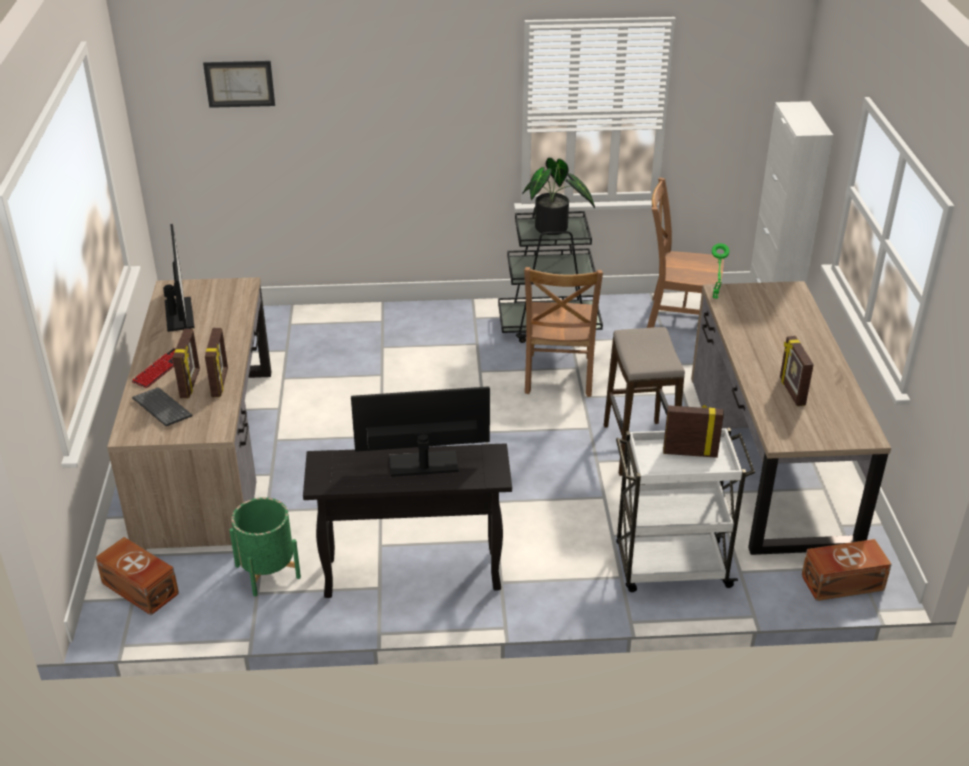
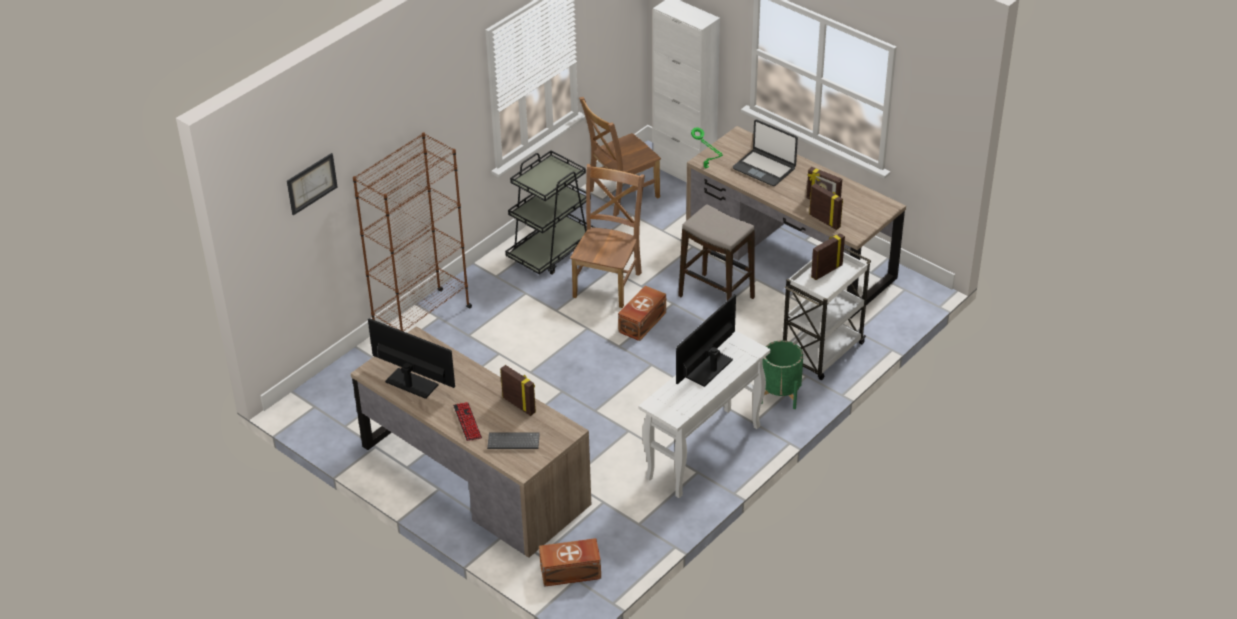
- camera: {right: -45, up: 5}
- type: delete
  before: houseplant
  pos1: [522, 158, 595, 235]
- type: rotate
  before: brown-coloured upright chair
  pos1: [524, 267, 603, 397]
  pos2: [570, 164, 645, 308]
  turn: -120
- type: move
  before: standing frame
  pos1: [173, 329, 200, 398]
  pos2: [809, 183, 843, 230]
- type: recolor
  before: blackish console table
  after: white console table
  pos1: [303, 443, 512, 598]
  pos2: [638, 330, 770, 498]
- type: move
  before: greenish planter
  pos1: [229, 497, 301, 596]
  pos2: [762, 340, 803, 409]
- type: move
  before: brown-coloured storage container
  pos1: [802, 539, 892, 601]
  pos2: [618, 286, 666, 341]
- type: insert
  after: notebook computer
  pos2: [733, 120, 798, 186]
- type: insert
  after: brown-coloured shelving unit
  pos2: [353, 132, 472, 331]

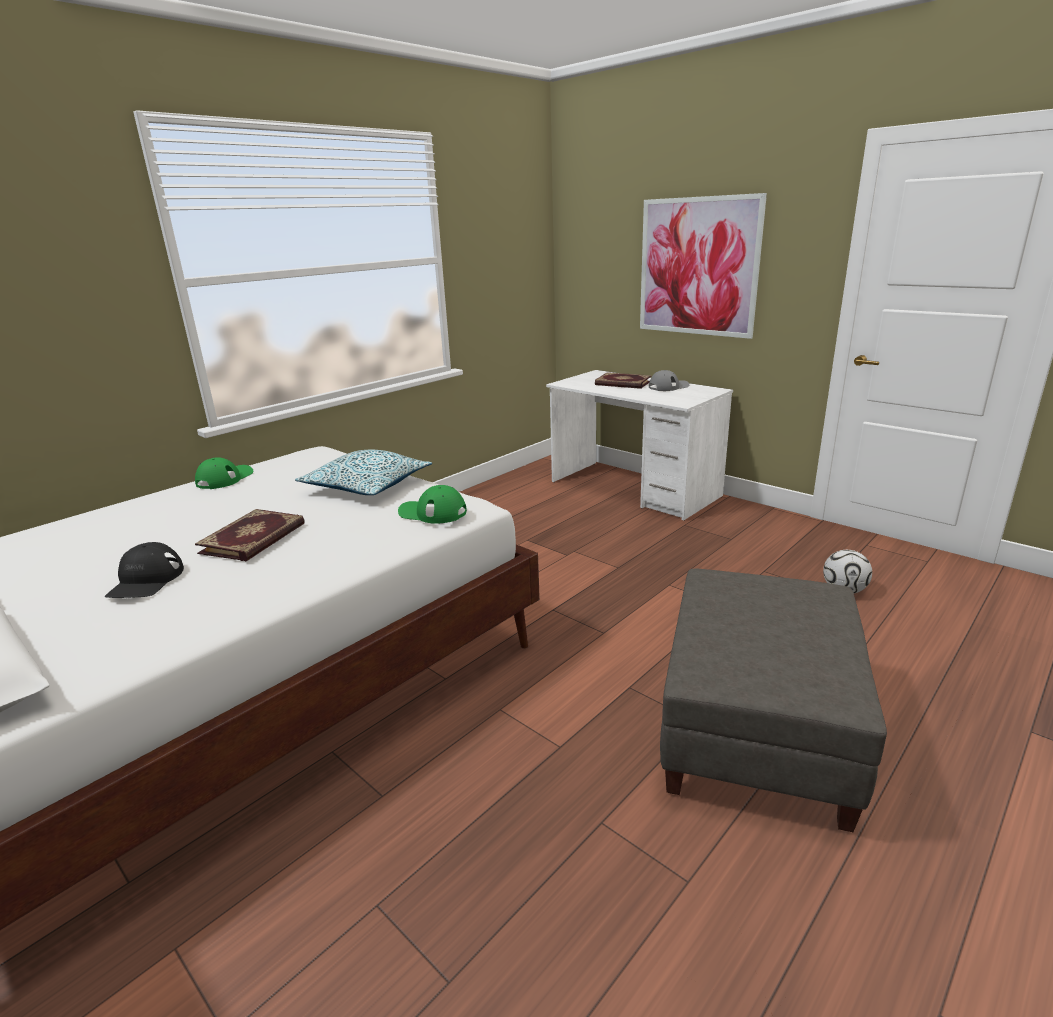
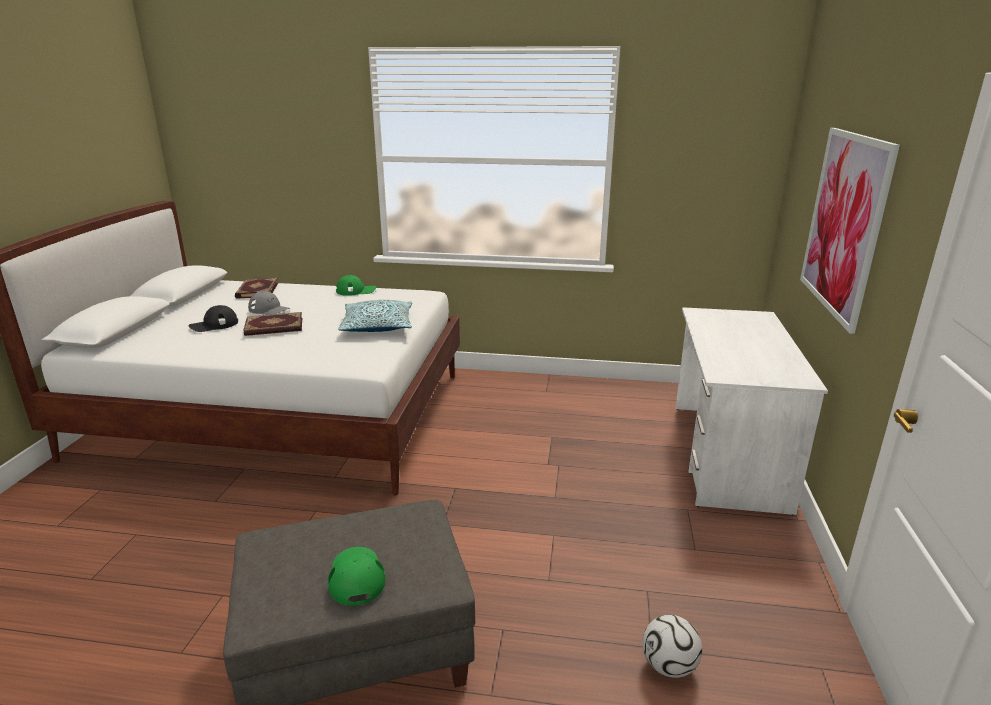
- camera: {right: 55, up: 0}
- type: move
  before: gray peaked cap
  pos1: [649, 370, 689, 391]
  pos2: [248, 291, 290, 315]
- type: move
  before: bound book
  pos1: [595, 372, 651, 389]
  pos2: [235, 278, 278, 299]
- type: move
  before: greenish peaked cap
  pos1: [398, 485, 467, 524]
  pos2: [328, 547, 386, 606]

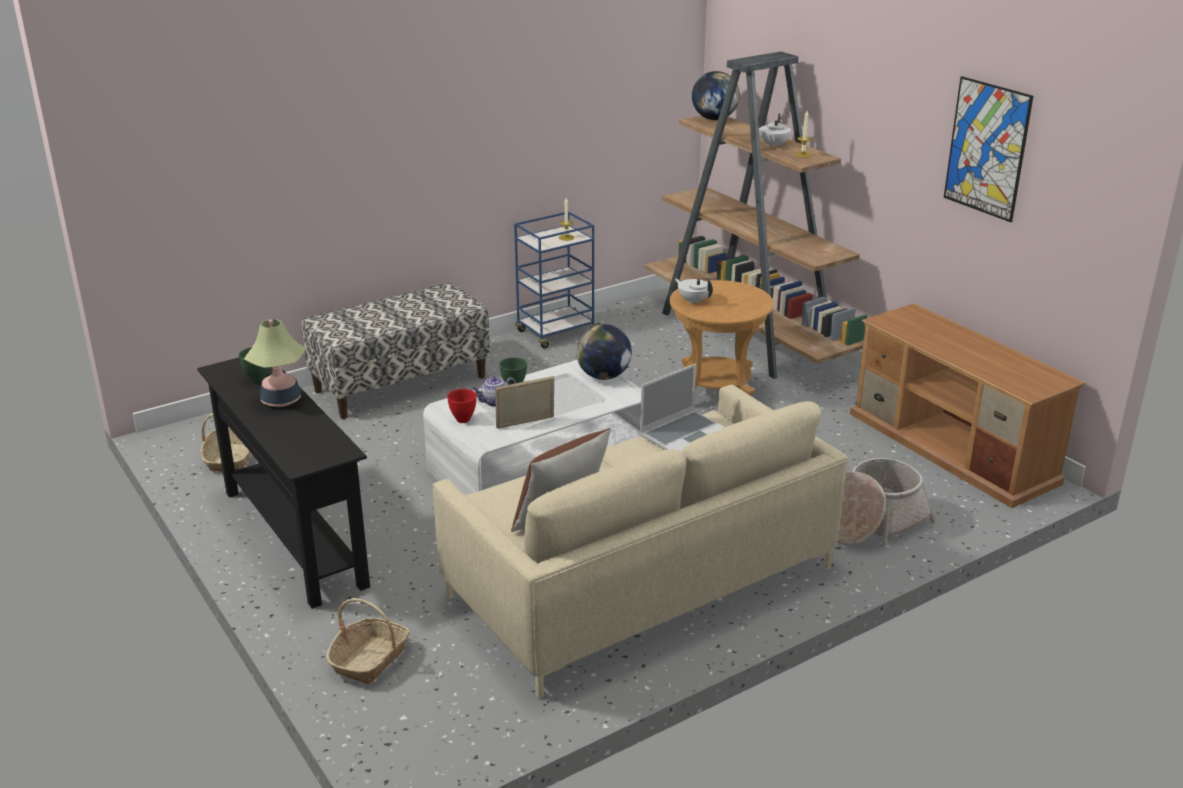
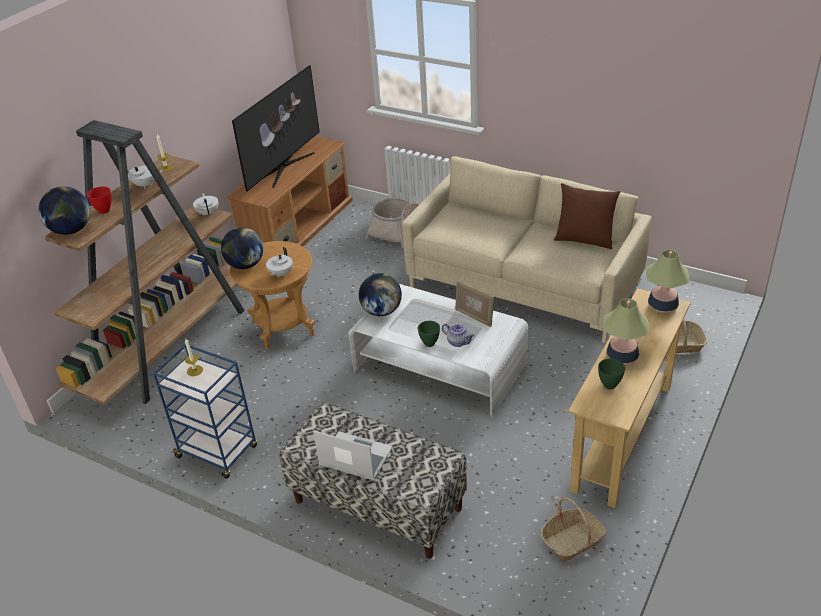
- camera: {right: -115, up: 10}
- type: delete
  before: wall picture
  pos1: [944, 76, 1033, 222]
- type: recolor
  before: blackish console table
  after: beige console table
  pos1: [197, 358, 370, 609]
  pos2: [568, 288, 691, 508]
- type: move
  before: notebook computer
  pos1: [640, 364, 725, 452]
  pos2: [313, 430, 393, 481]
- type: move
  before: reddish serving bowl
  pos1: [447, 389, 477, 423]
  pos2: [87, 187, 112, 214]
- type: insert
  after: TV
  pos2: [232, 65, 320, 191]
- type: insert
  after: white pot for tea
  pos2: [193, 193, 219, 215]
- type: insert
  after: globe
  pos2: [221, 227, 263, 269]
- type: insert
  after: table lamp
  pos2: [646, 250, 689, 313]

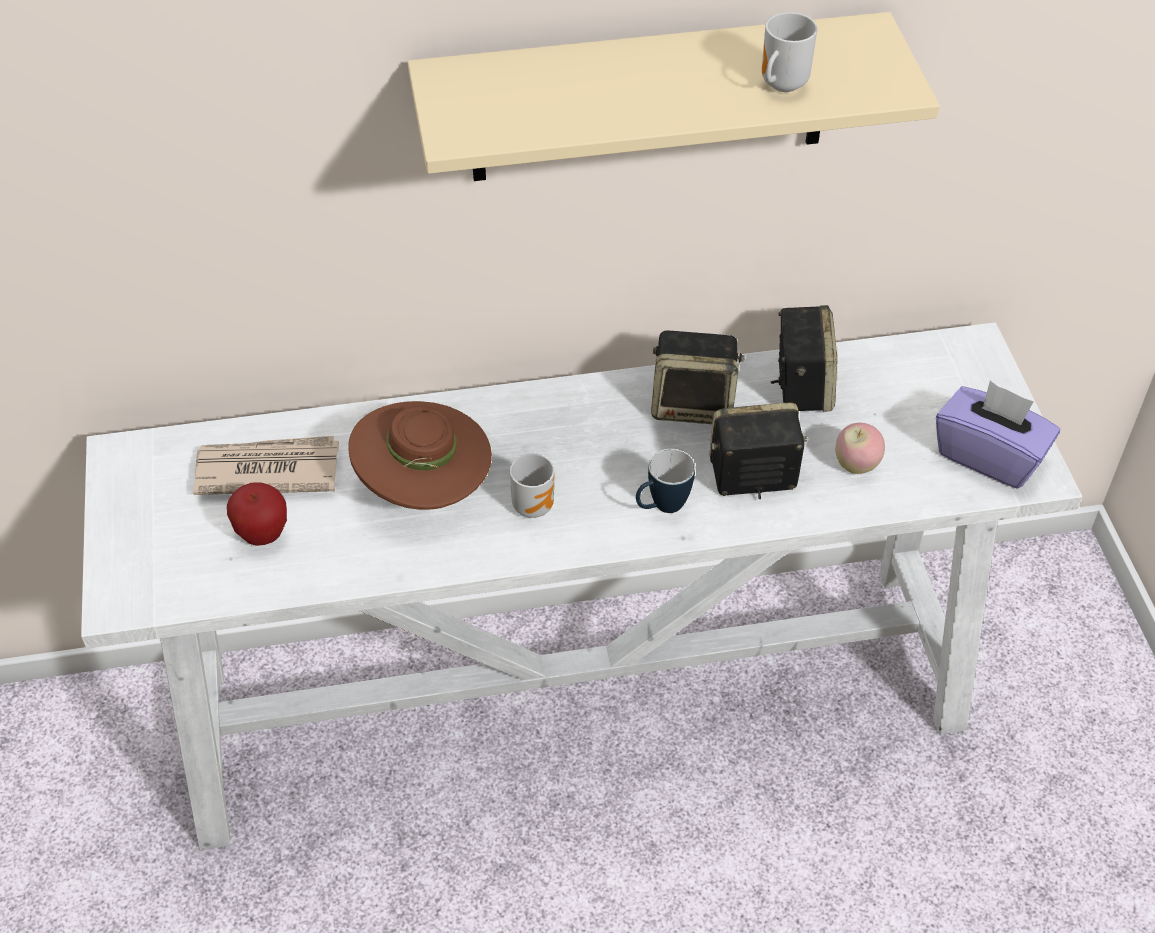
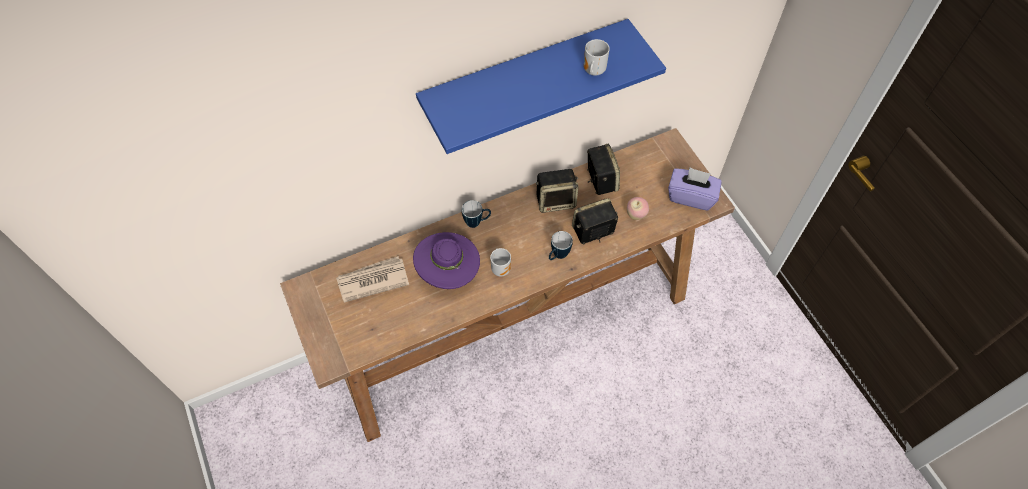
- camera: {right: -15, up: 10}
- type: recolor
  before: beige bracket shelf
  after: bluish bracket shelf
  pos1: [408, 12, 940, 181]
  pos2: [416, 19, 666, 154]
- type: recolor
  before: white console table
  after: brown-coloured console table
  pos1: [81, 322, 1082, 850]
  pos2: [280, 128, 735, 442]
- type: recolor
  before: brown-coloured hat
  after: purplish hat
  pos1: [348, 401, 492, 510]
  pos2: [413, 232, 480, 289]
- type: delete
  before: apple fruit
  pos1: [227, 482, 287, 546]
- type: insert
  after: coffee mug
  pos2: [462, 200, 491, 228]

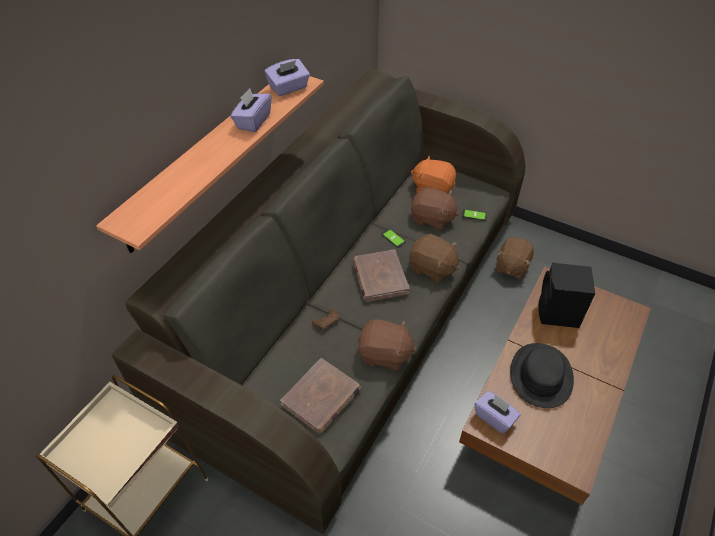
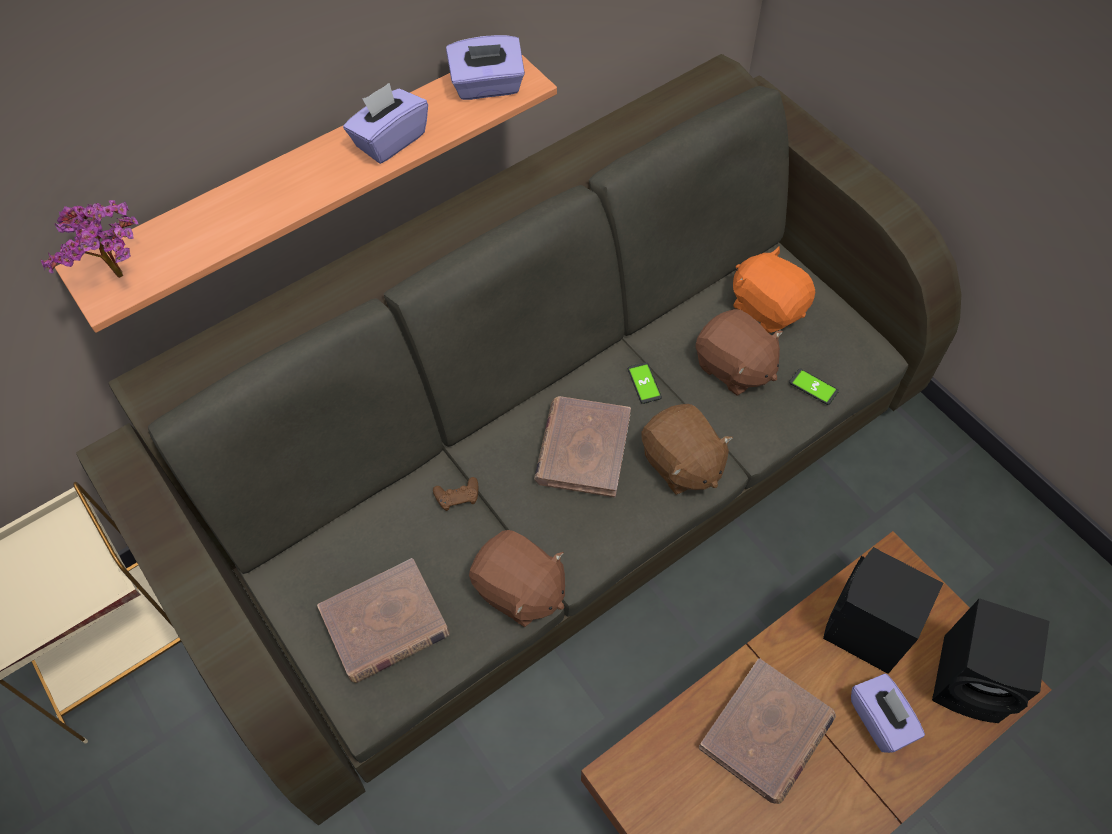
- camera: {right: 25, up: 10}
- type: delete
  before: brown-coloured cuddly toy
  pos1: [496, 237, 534, 279]
- type: replace
  before: blackish hat
  after: brown-coloured bound book
  pos1: [510, 343, 574, 408]
  pos2: [699, 658, 836, 804]
- type: move
  before: purplish box of tissues
  pos1: [475, 391, 521, 434]
  pos2: [851, 674, 925, 753]
- type: insert
  after: houseplant
  pos2: [41, 200, 139, 278]
- type: insert
  after: blackish speaker
  pos2: [932, 598, 1050, 723]

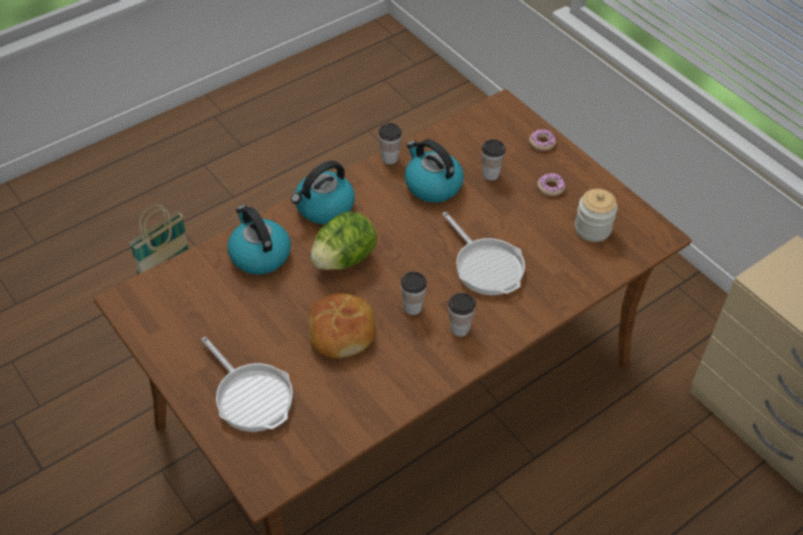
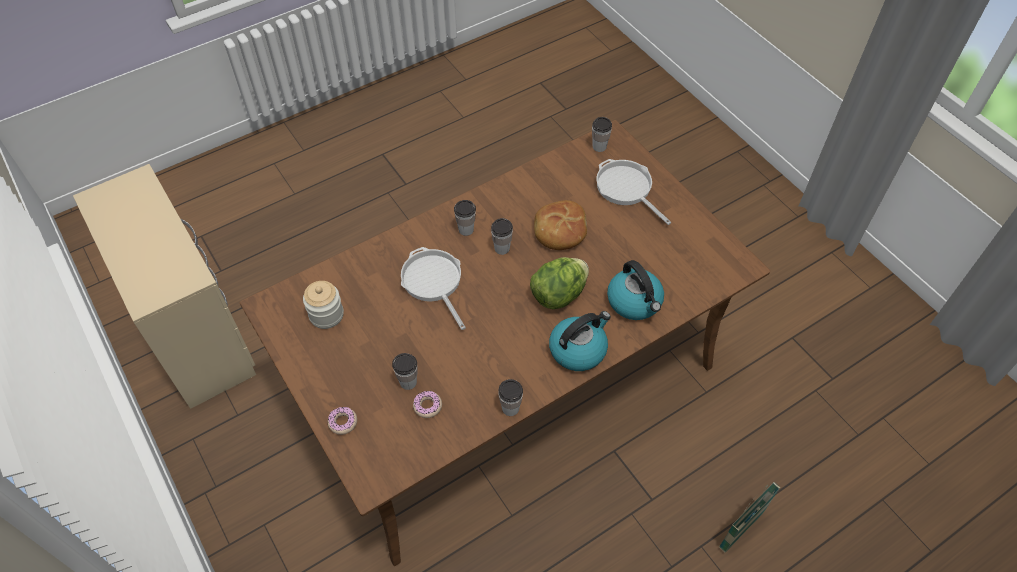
- camera: {right: -175, up: 5}
- type: delete
  before: water kettle
  pos1: [405, 139, 464, 203]
- type: move
  before: doughnut
  pos1: [537, 173, 565, 196]
  pos2: [413, 391, 442, 418]
- type: insert
  after: small cup
  pos2: [592, 117, 612, 152]

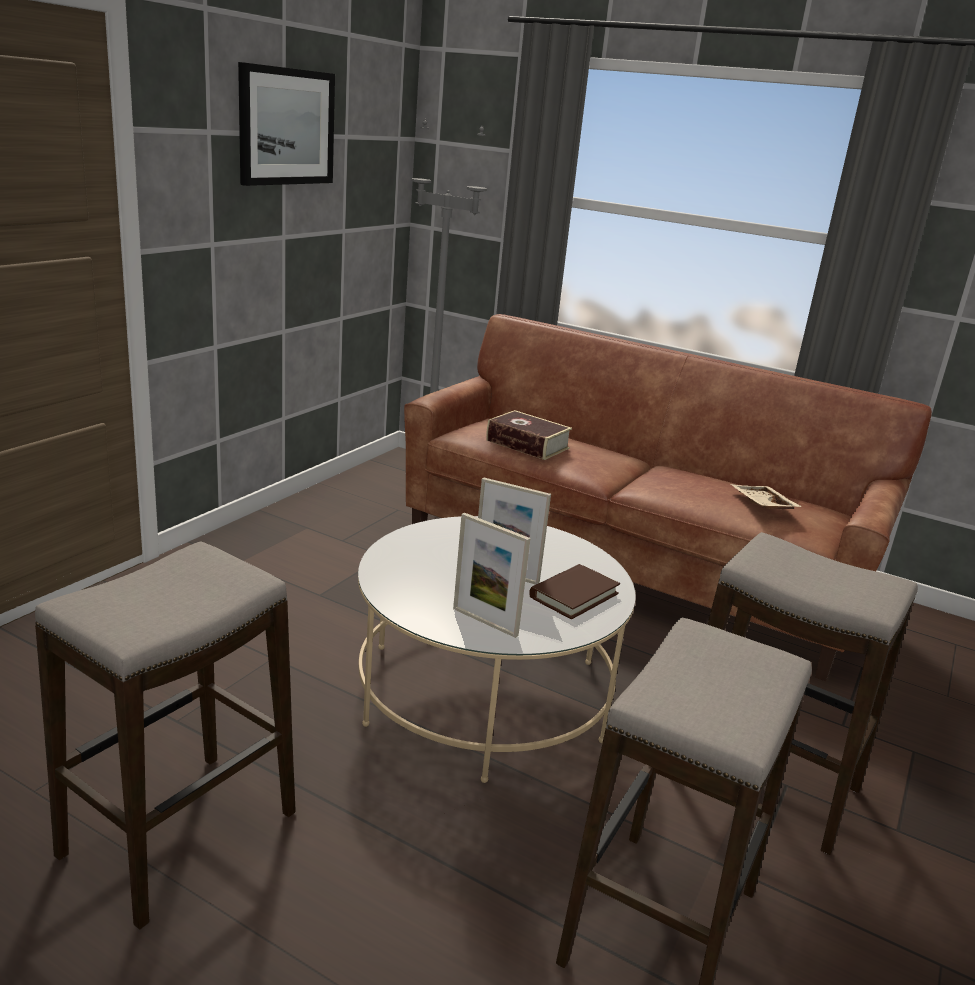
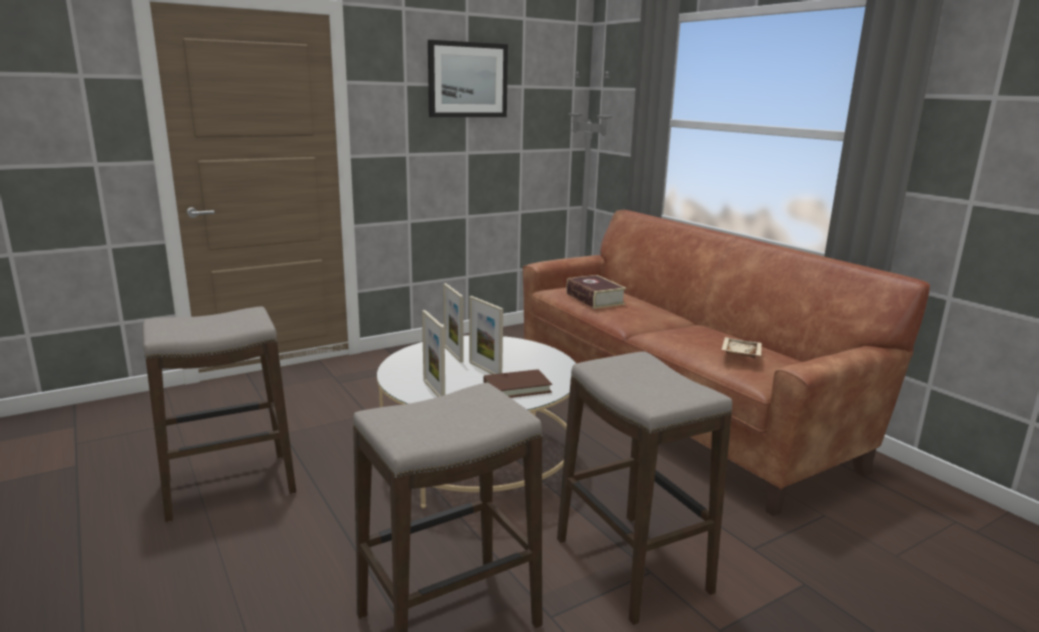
- camera: {right: 30, up: -5}
- type: insert
  after: standing frame
  pos2: [443, 283, 463, 363]

